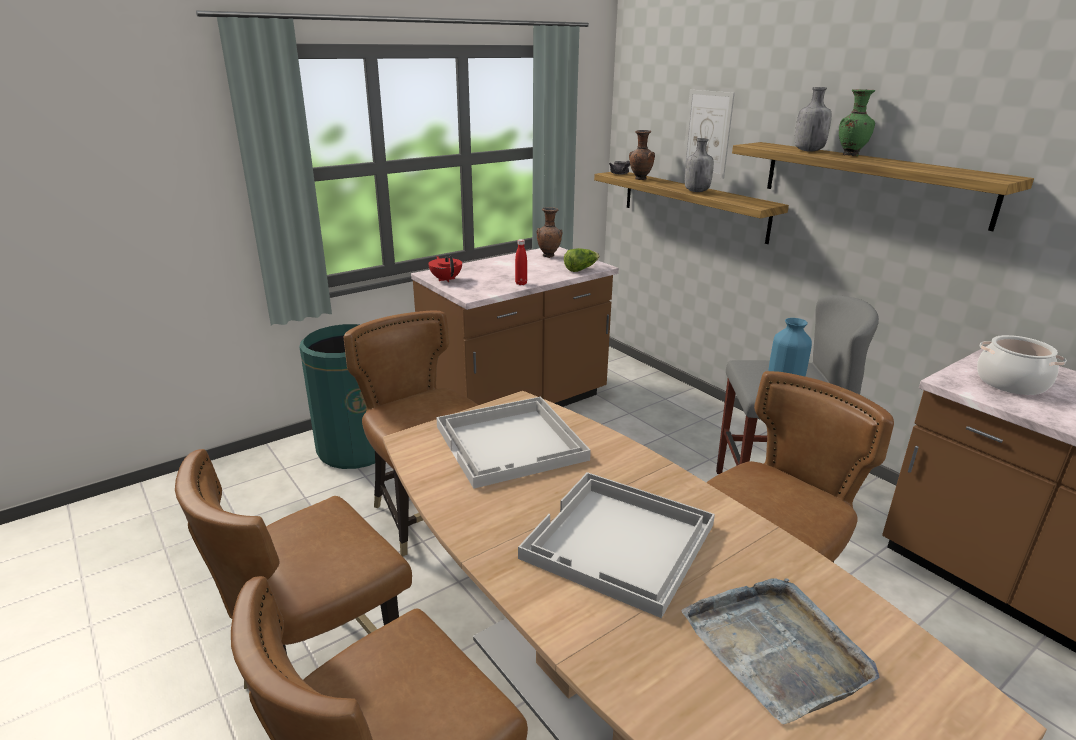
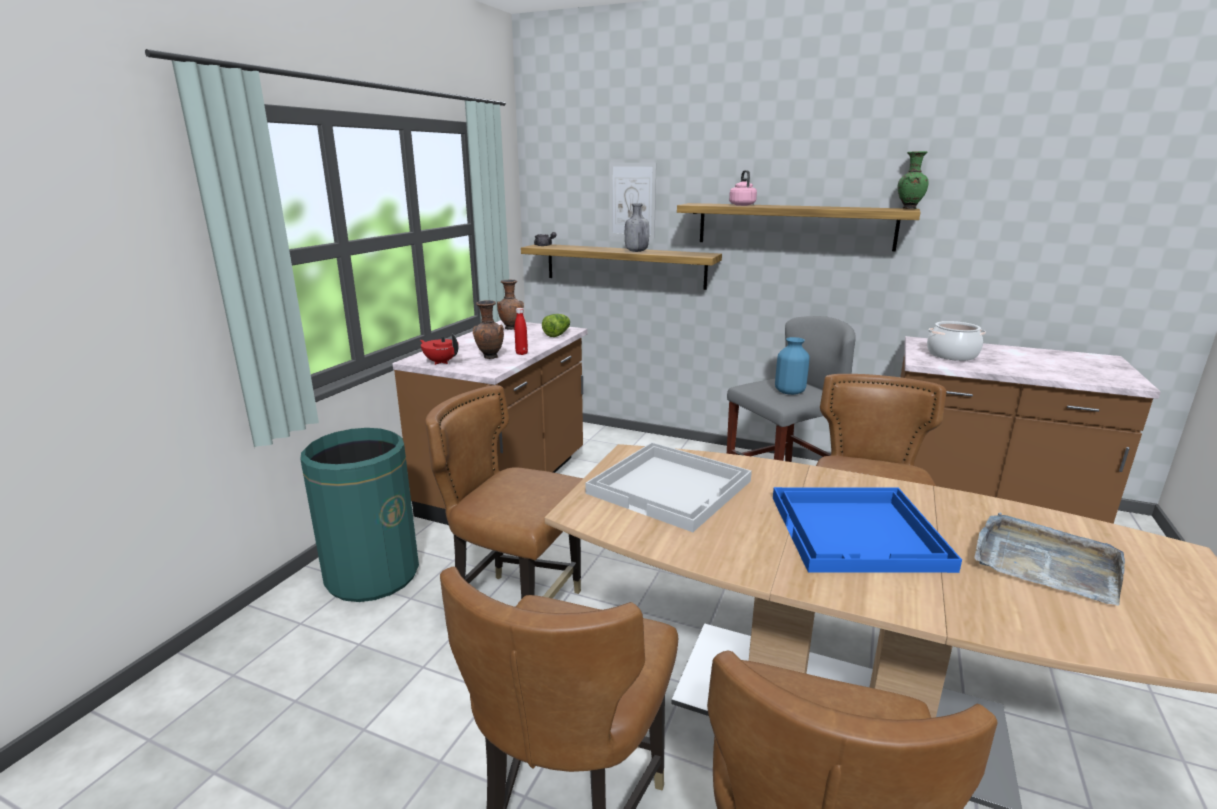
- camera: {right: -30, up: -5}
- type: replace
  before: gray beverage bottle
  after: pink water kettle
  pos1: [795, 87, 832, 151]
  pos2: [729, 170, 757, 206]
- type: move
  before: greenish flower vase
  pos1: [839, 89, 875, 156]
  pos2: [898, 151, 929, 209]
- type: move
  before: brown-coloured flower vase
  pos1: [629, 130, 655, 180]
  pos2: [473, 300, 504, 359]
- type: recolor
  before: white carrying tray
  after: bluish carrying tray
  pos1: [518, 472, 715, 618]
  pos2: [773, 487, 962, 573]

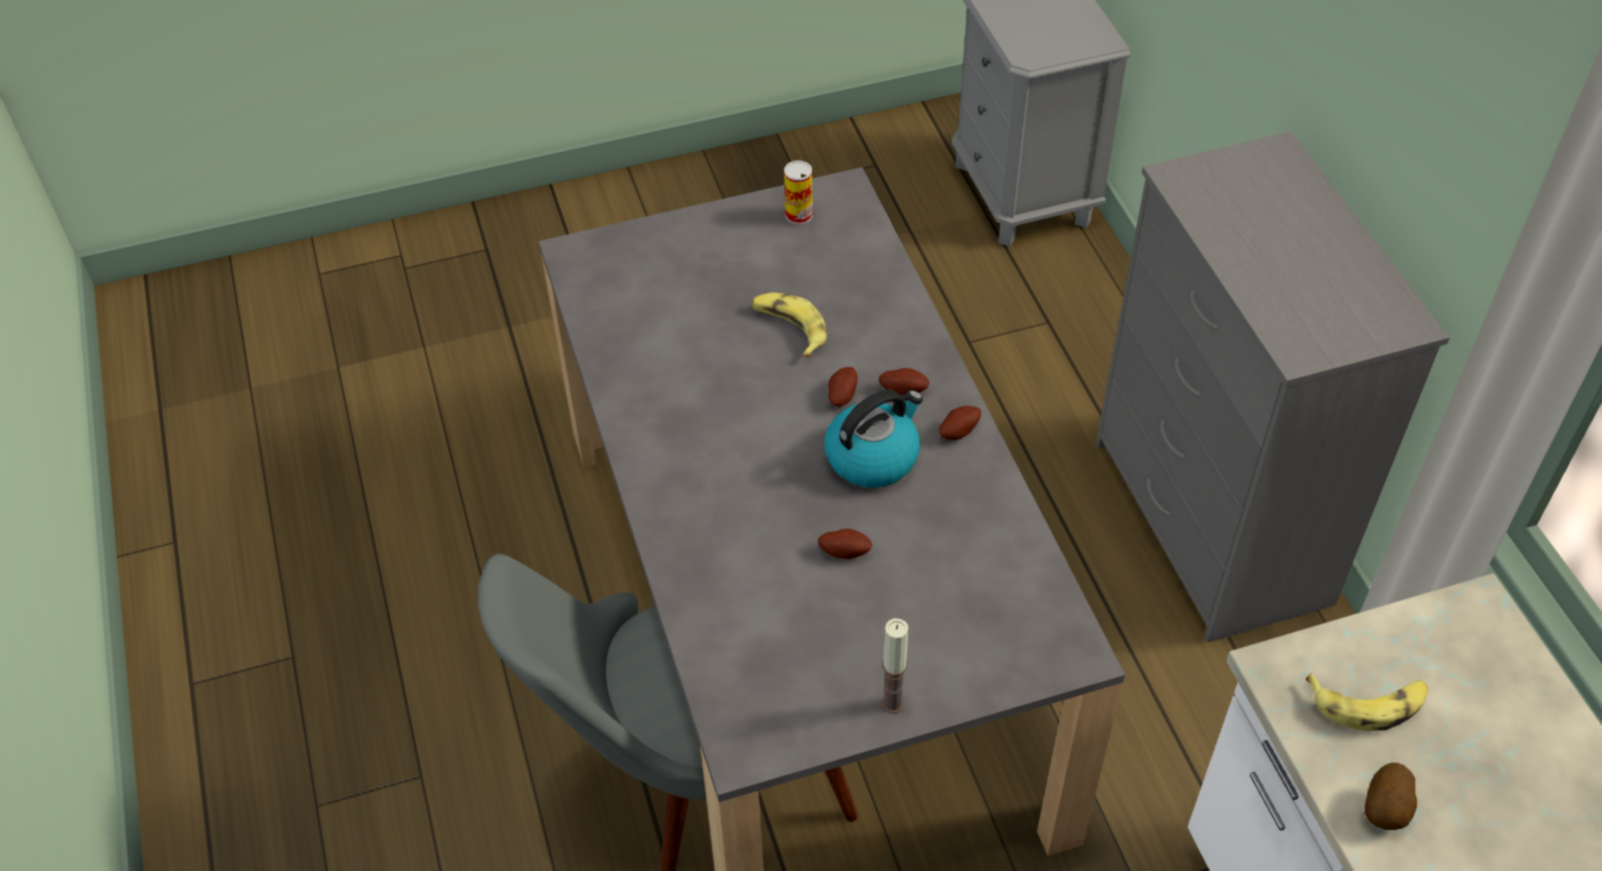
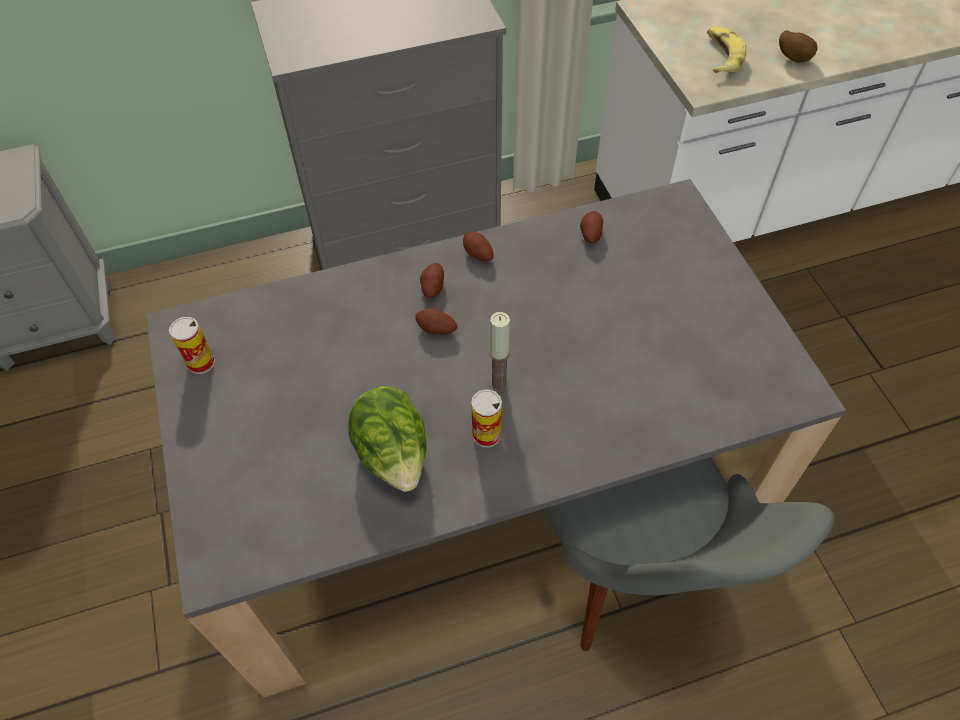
- camera: {right: -90, up: 5}
- type: delete
  before: banana fruit
  pos1: [751, 292, 827, 358]
- type: delete
  before: water kettle
  pos1: [824, 389, 923, 488]
- type: move
  before: spud
  pos1: [818, 529, 872, 559]
  pos2: [580, 211, 603, 244]
- type: move
  before: wax light
  pos1: [881, 618, 908, 714]
  pos2: [489, 312, 510, 393]
- type: insert
  after: lettuce
  pos2: [348, 386, 426, 492]
- type: insert
  after: metal can
  pos2: [471, 389, 502, 448]

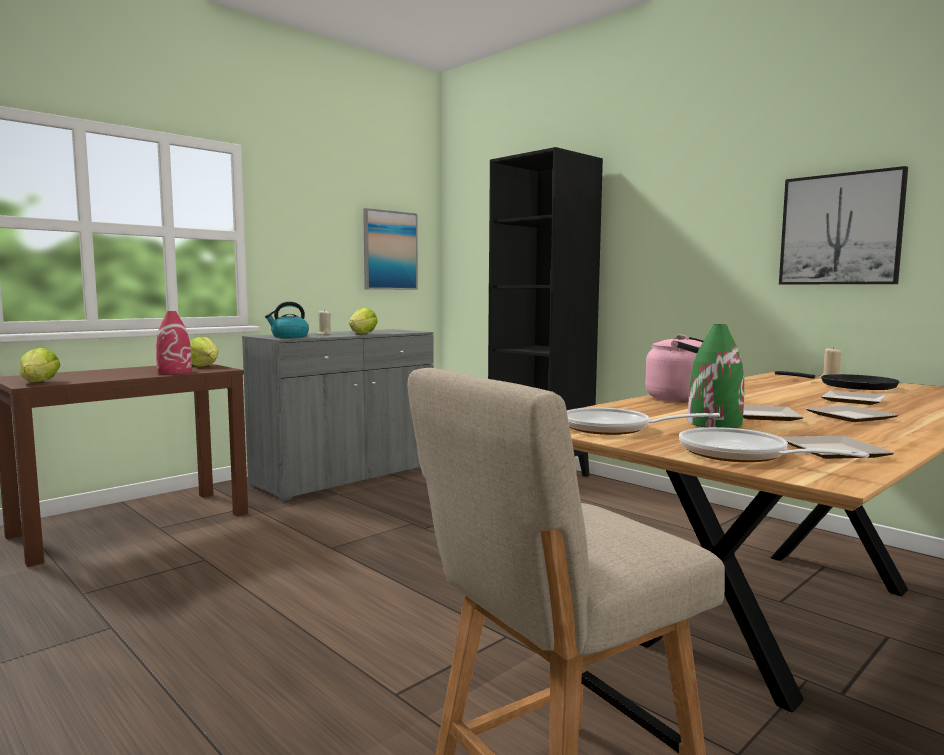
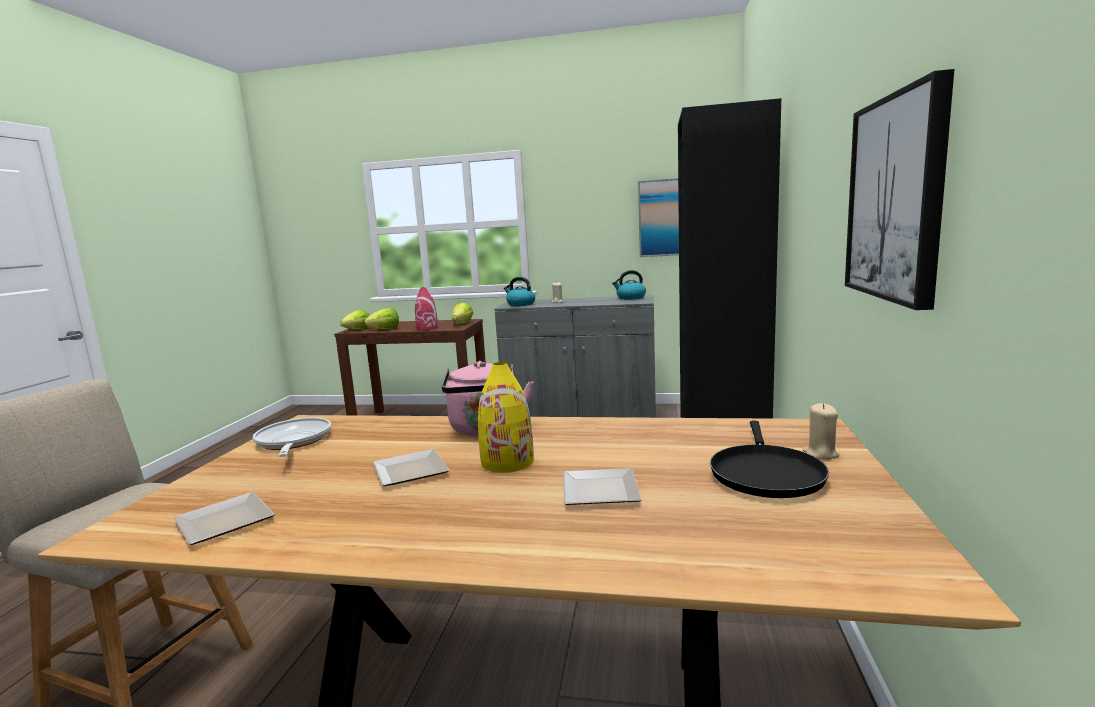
- camera: {right: 55, up: 5}
- type: move
  before: lettuce
  pos1: [349, 308, 378, 334]
  pos2: [365, 308, 399, 329]
- type: delete
  before: greenish flower vase
  pos1: [688, 324, 744, 428]
- type: delete
  before: dinner plate
  pos1: [806, 405, 899, 422]
- type: delete
  before: pan
  pos1: [679, 427, 869, 462]
- type: insert
  after: water kettle
  pos2: [612, 270, 646, 300]
- type: insert
  after: yellowish flower vase
  pos2: [478, 362, 534, 473]

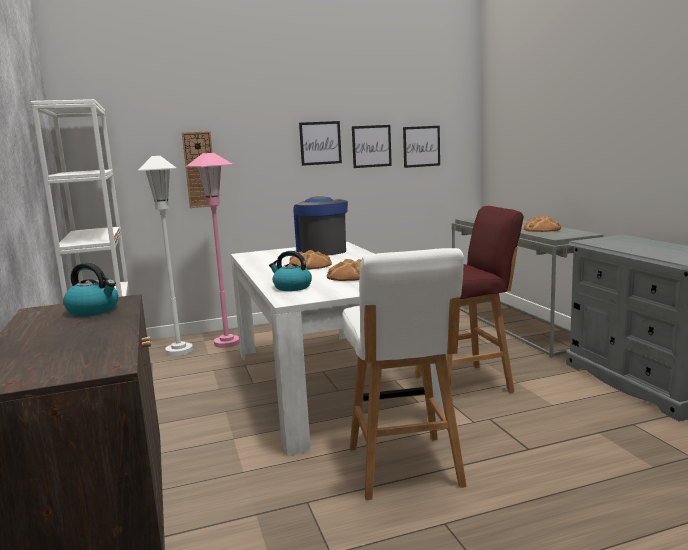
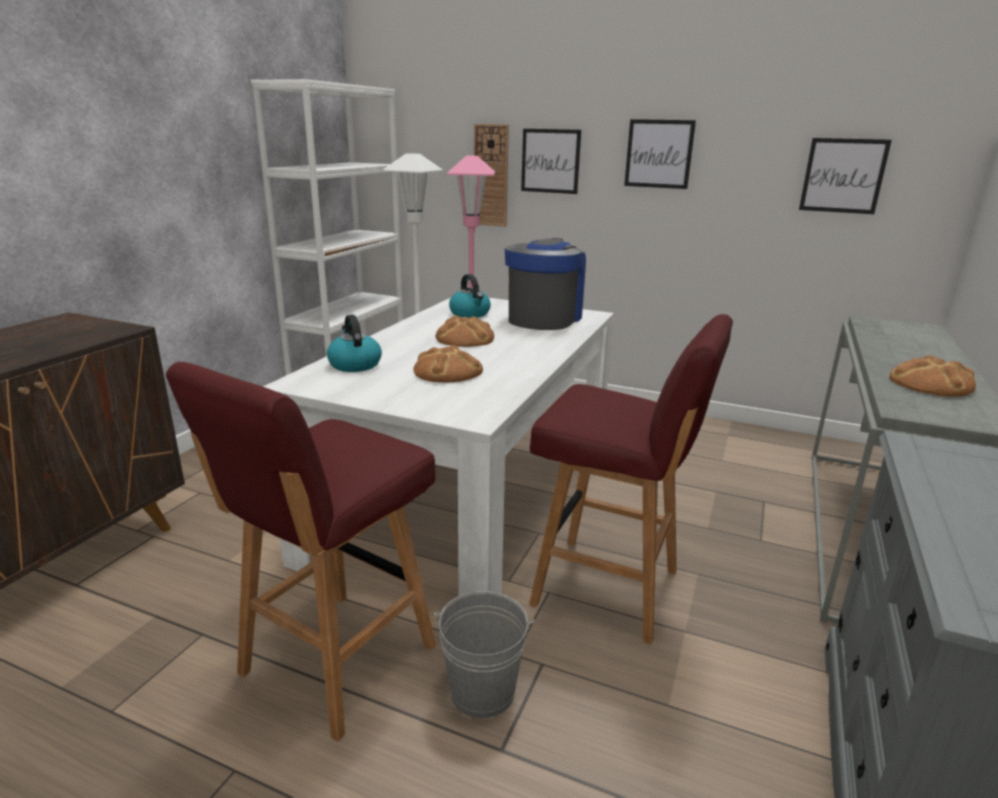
- camera: {right: 40, up: 10}
- type: move
  before: wall picture
  pos1: [352, 125, 392, 168]
  pos2: [521, 129, 581, 194]
- type: recolor
  before: white sitting stool
  after: reddish sitting stool
  pos1: [342, 248, 467, 500]
  pos2: [166, 362, 436, 742]
- type: move
  before: water kettle
  pos1: [63, 262, 119, 316]
  pos2: [449, 274, 491, 318]
- type: insert
  after: gray water bucket
  pos2: [434, 591, 535, 718]

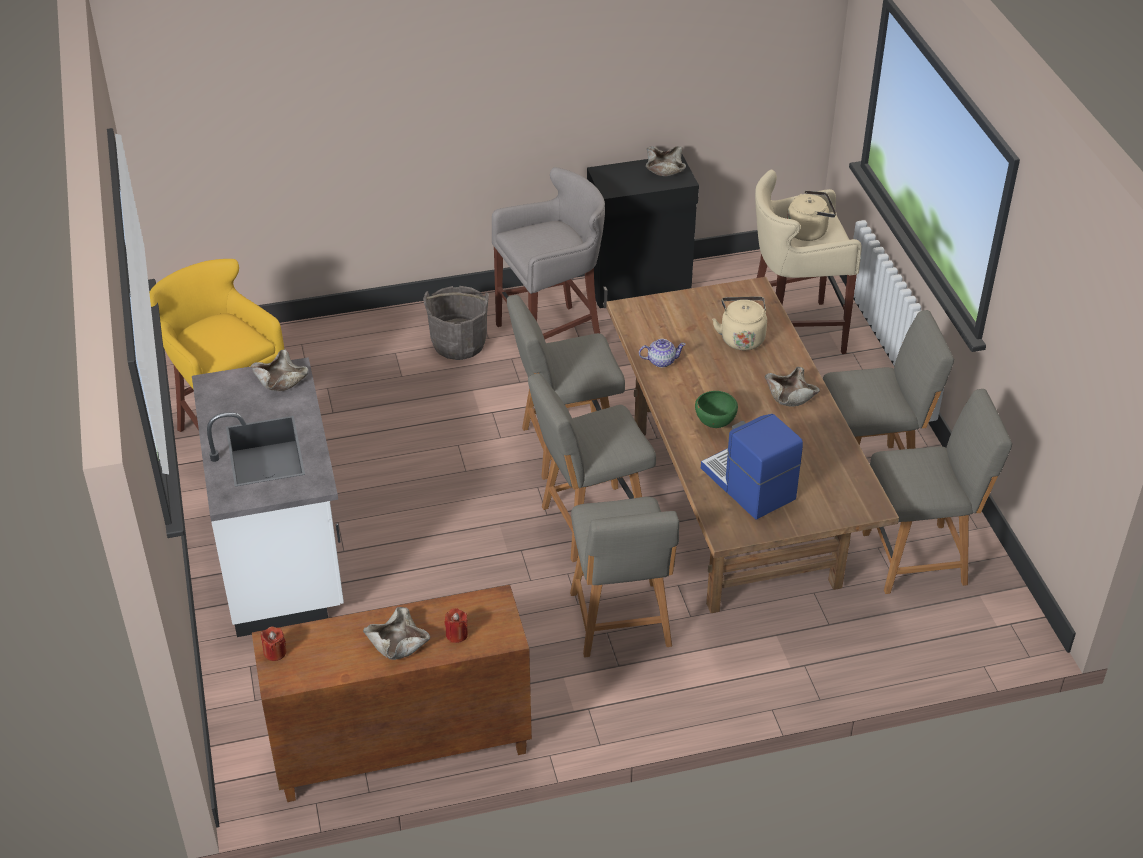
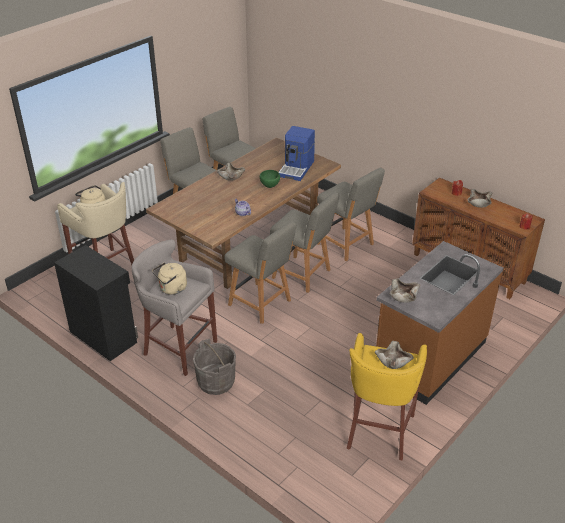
- camera: {right: -125, up: -5}
- type: move
  before: beige serving bowl
  pos1: [646, 146, 686, 176]
  pos2: [375, 341, 414, 369]
- type: move
  before: beige water kettle
  pos1: [712, 296, 767, 350]
  pos2: [152, 262, 187, 295]
- type: recolor
  before: white kitchen base unit
  after: brown-coloured kitchen base unit
  pos1: [192, 357, 344, 637]
  pos2: [376, 241, 503, 405]
- type: rotate
  before: gray upright chair
  pos1: [570, 497, 679, 658]
  pos2: [317, 168, 385, 261]
  turn: 90

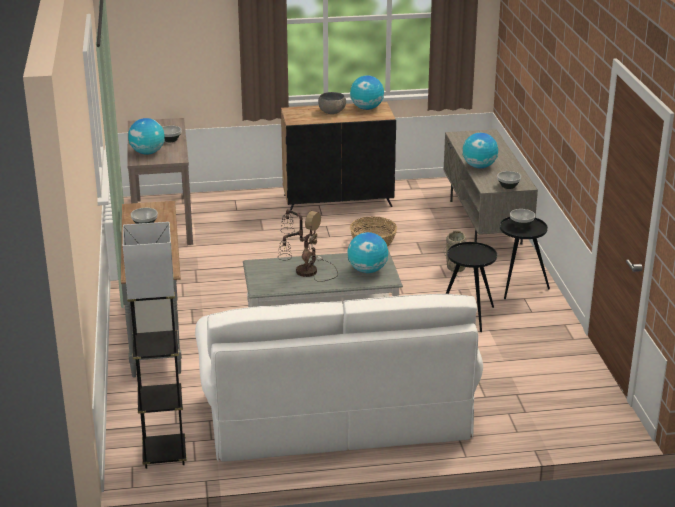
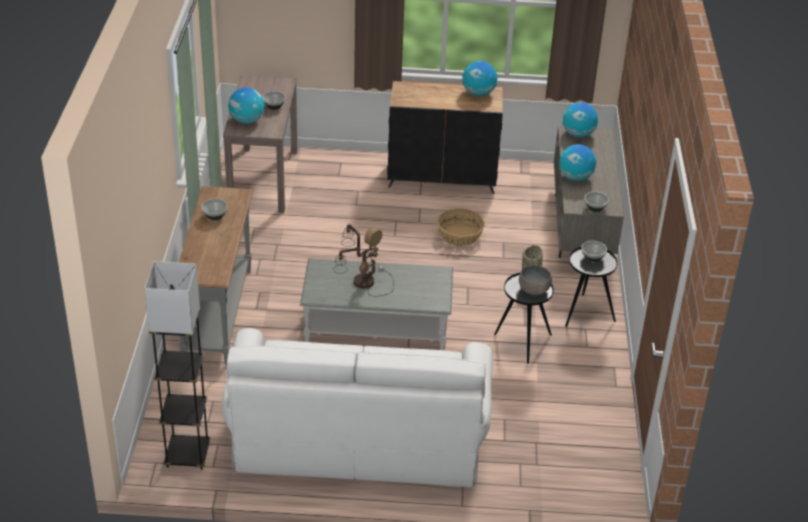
- camera: {right: 10, up: 10}
- type: move
  before: gray serving bowl
  pos1: [318, 92, 346, 114]
  pos2: [519, 265, 552, 295]
- type: move
  before: globe
  pos1: [348, 232, 388, 273]
  pos2: [563, 102, 598, 138]

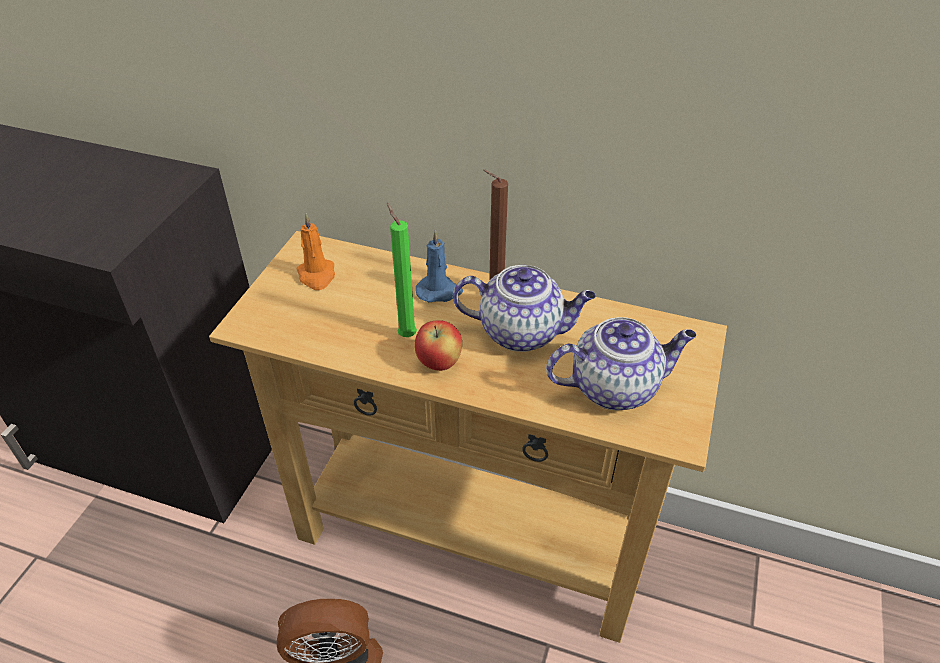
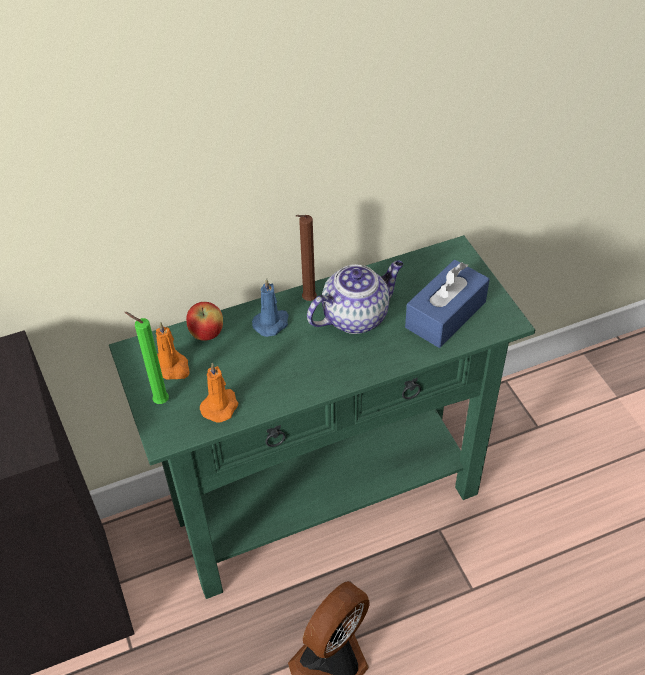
- camera: {right: -40, up: 5}
- type: move
  before: greenish wax light
  pos1: [387, 203, 417, 337]
  pos2: [125, 312, 169, 404]
- type: recolor
  before: beige console table
  after: greenish console table
  pos1: [209, 231, 727, 643]
  pos2: [109, 235, 535, 599]
- type: replace
  before: pot for tea
  after: bluish box of tissues
  pos1: [546, 317, 696, 410]
  pos2: [405, 260, 490, 348]
- type: move
  before: apple fruit
  pos1: [414, 320, 462, 371]
  pos2: [186, 302, 223, 341]
- type: insert
  after: orange-coloured wax light
  pos2: [200, 363, 239, 423]

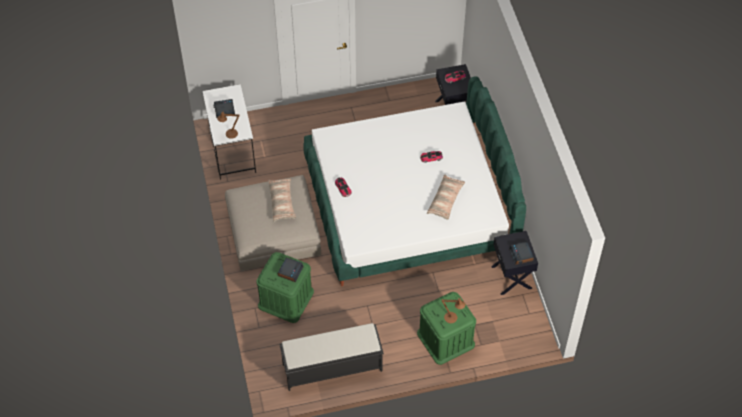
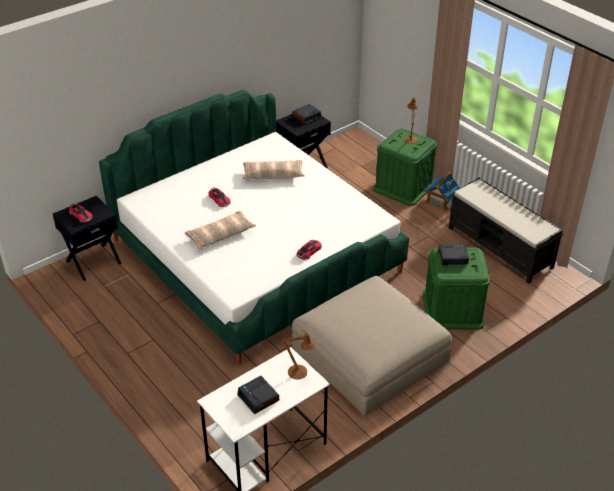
- camera: {right: -115, up: -15}
- type: move
  before: pillow
  pos1: [268, 178, 296, 222]
  pos2: [185, 211, 256, 249]
- type: insert
  after: toy house
  pos2: [424, 172, 461, 211]

